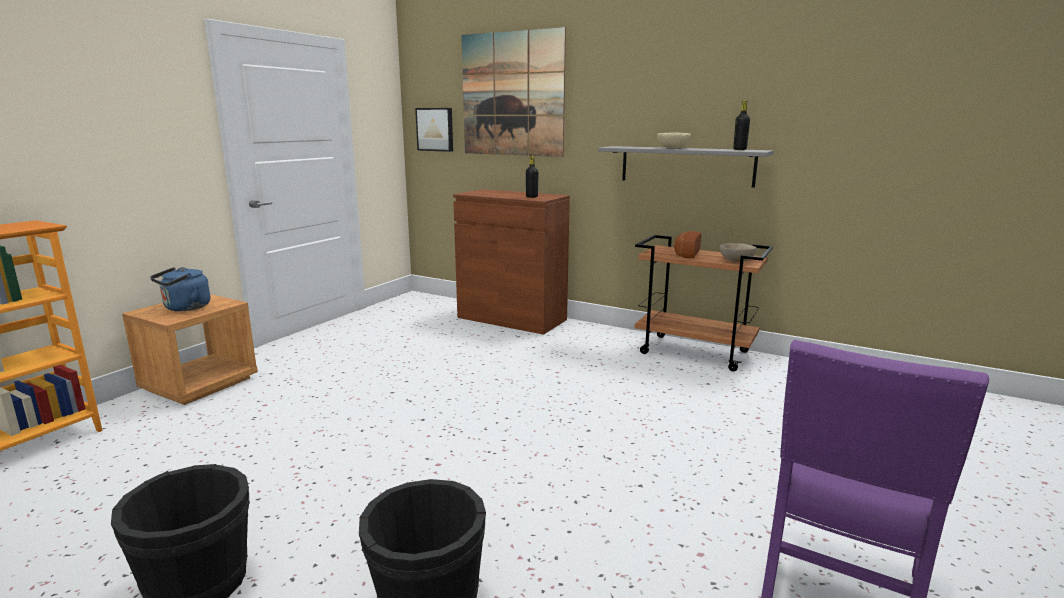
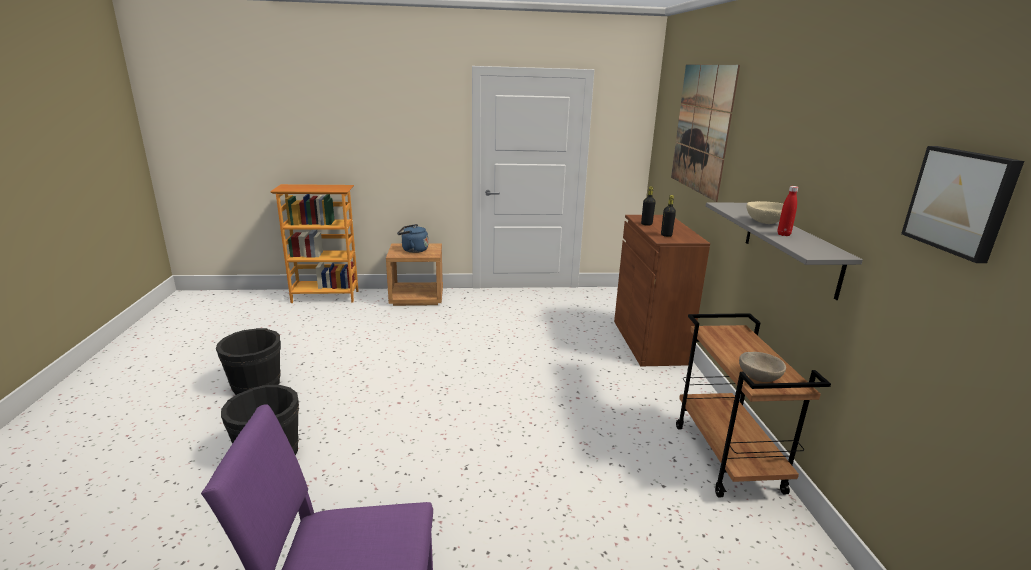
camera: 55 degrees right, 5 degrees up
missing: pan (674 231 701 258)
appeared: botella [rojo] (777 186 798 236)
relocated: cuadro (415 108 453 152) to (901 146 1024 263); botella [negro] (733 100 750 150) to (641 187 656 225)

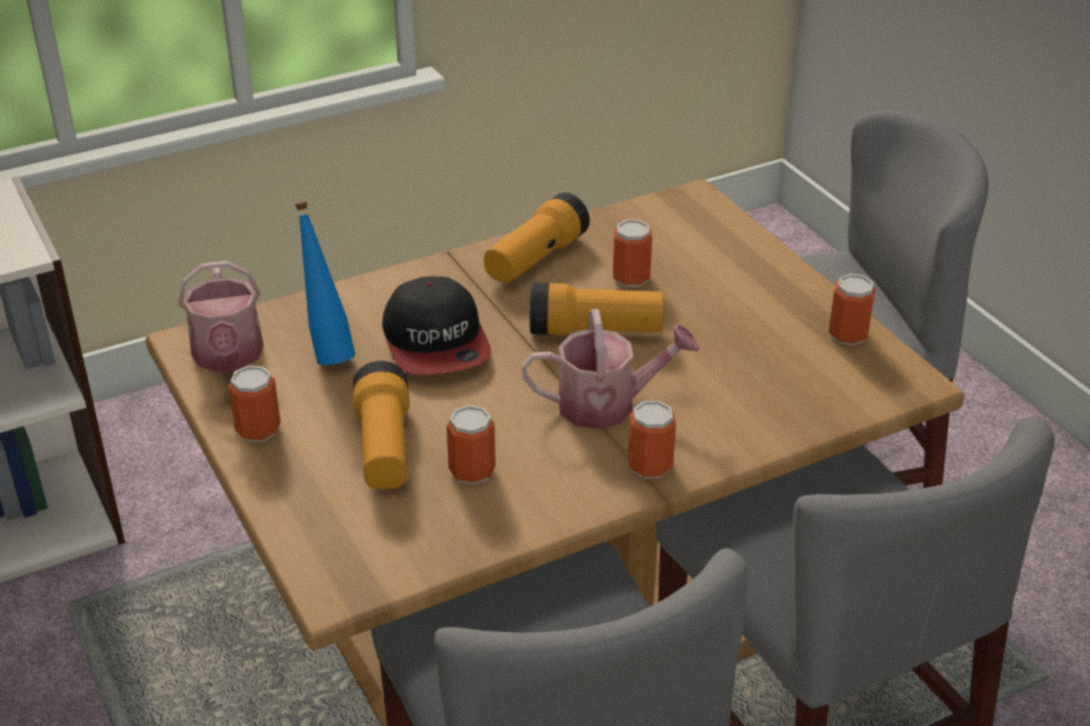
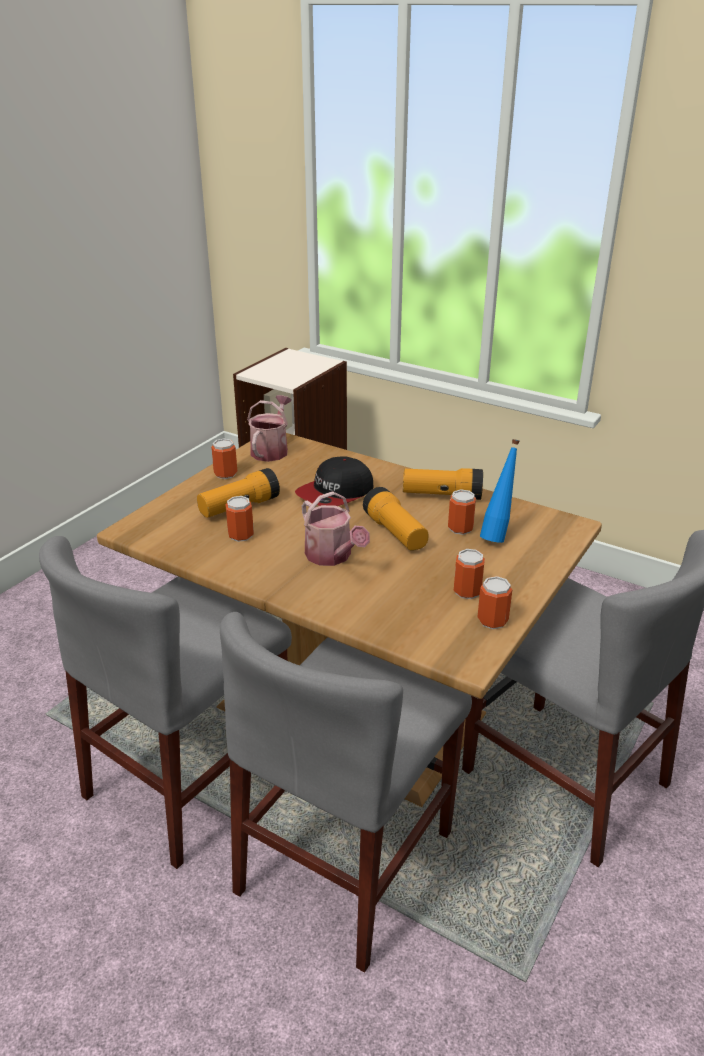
camera: 60 degrees right, 5 degrees down
relocated: botella [azul] (295 201 355 365) to (480 439 520 543); lata (628 400 676 479) to (454 549 485 599)
spun: regadera (178 260 264 372) = (247 395 292 462) 150 degrees clockwise

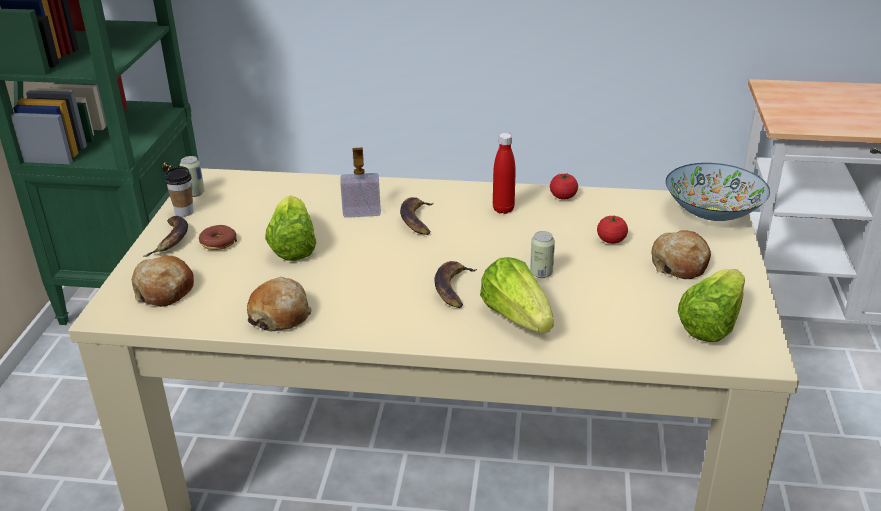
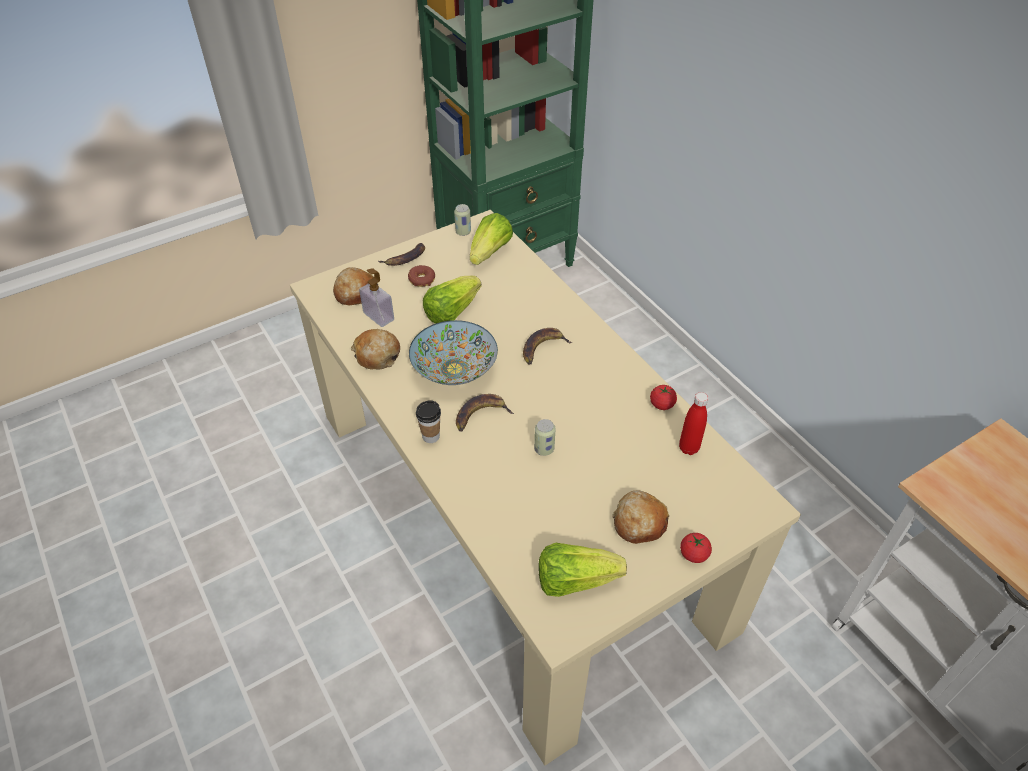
camera: 50 degrees right, 15 degrees up
relocated: taza (165 166 194 217) to (416 400 441 443); dispensador de jabón (340 147 381 218) to (359 268 394 327); lechuga (480 257 554 334) to (470 213 513 265); botella [rojo] (493 133 516 214) to (679 392 708 455); tomate (597 216 628 244) to (680 533 712 563); cuenco (666 163 770 221) to (409 320 498 385)

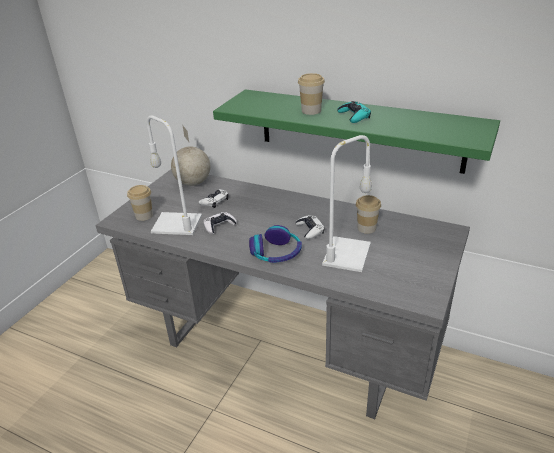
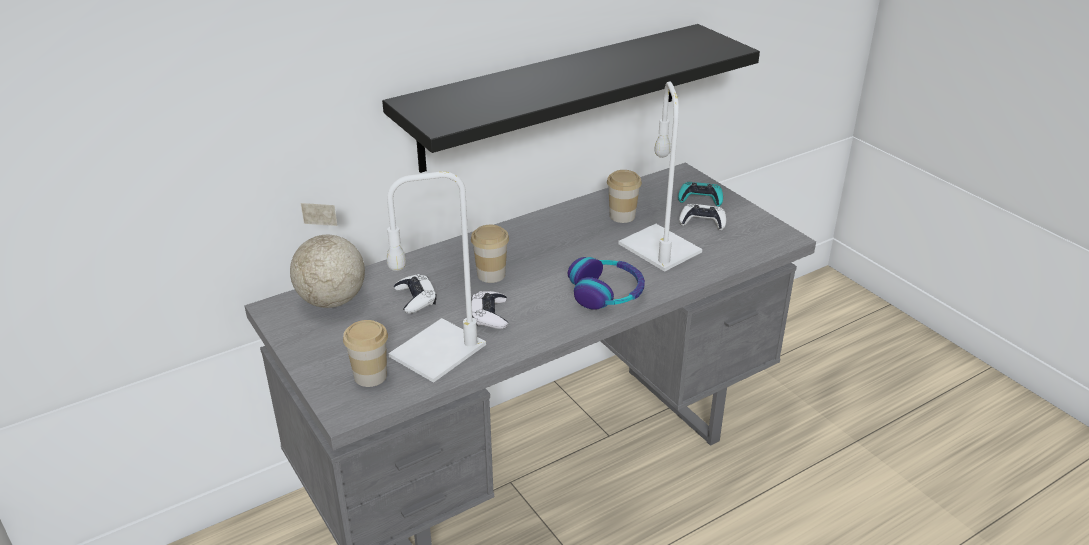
camera: 60 degrees left, 0 degrees up
relocated: mando de consola [blanco] (295 215 324 239) to (679 204 726 230); taza (298 73 325 115) to (471 225 509 283); mando de consola [turquesa] (337 101 371 123) to (678 182 723 206)
colour: estante [verde] (213 89 500 174) to estante [negro] (382 24 760 173)

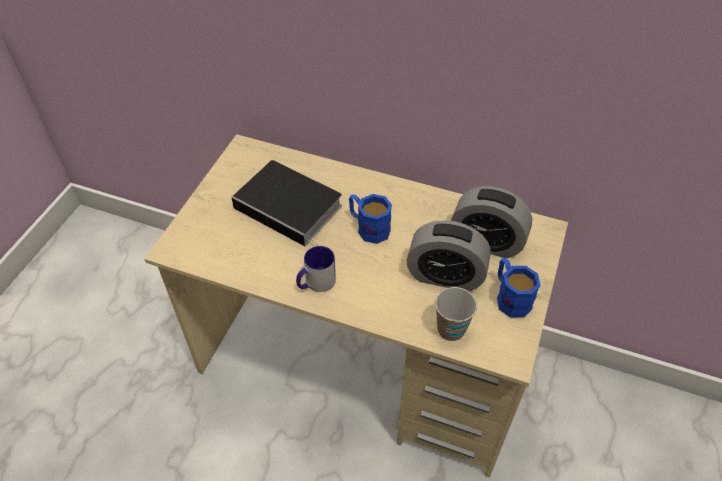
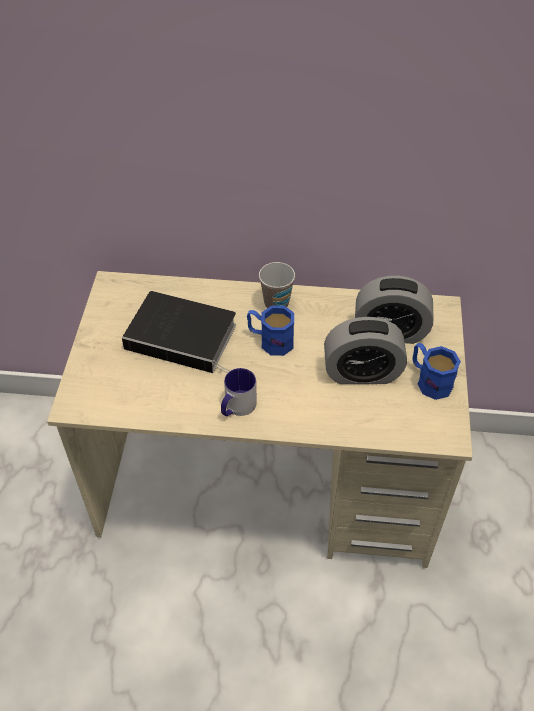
camera: 15 degrees left, 0 degrees up
relocated: taza (435 287 477 341) to (259 262 295 308)

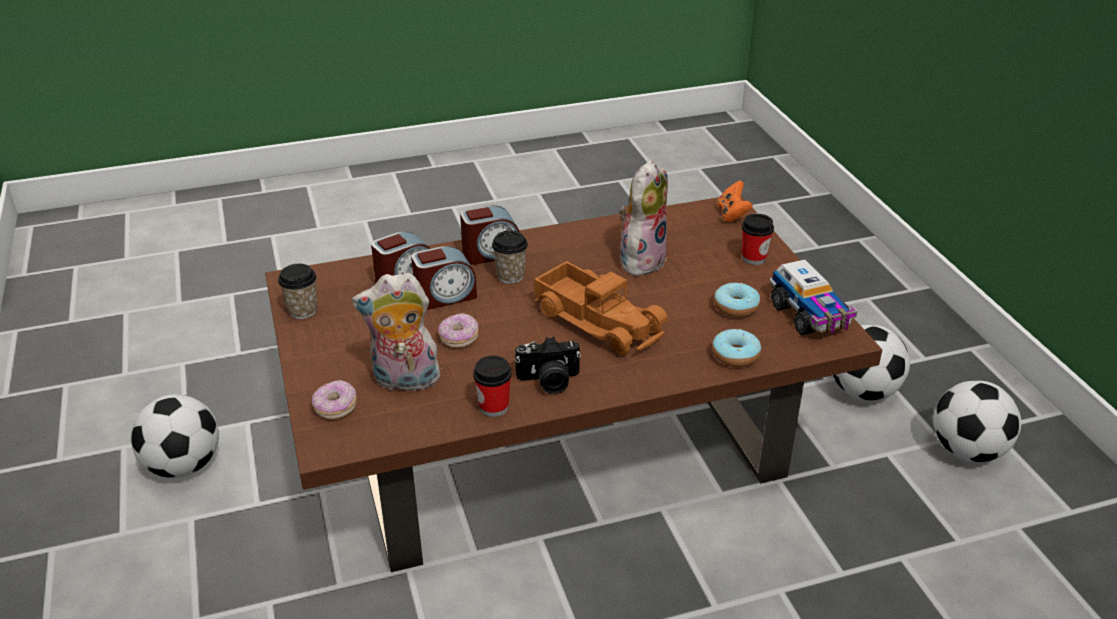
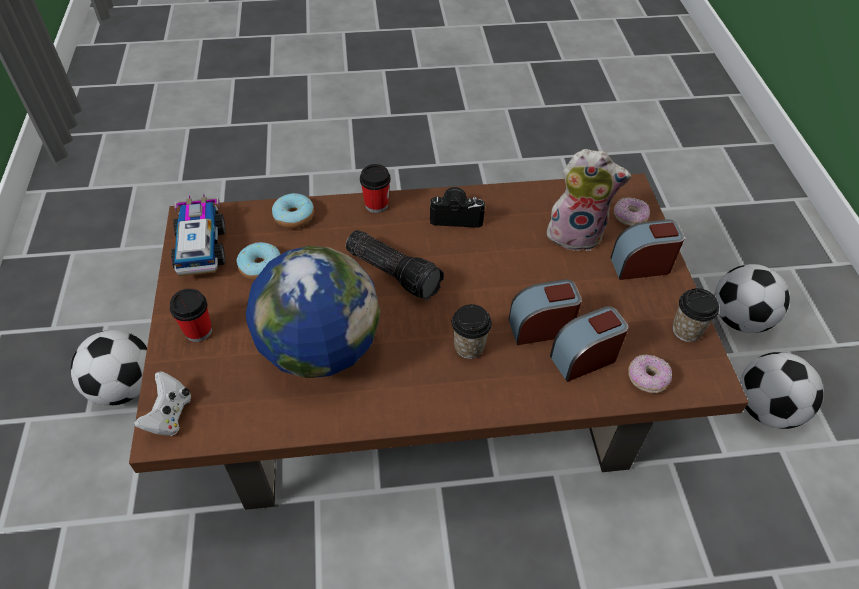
camera: 170 degrees left, 15 degrees up
relocated: rosquilla (438 313 479 348) to (628 355 672 393); despertador (460 205 520 265) to (610 219 685 280); taza (473 356 512 417) to (360 164 391 213); balón de fútbol (933 381 1021 462) to (714 264 790 333)
exchanged: camión de juguete (534 261 668 355) to linterna (346 230 444 300); peluche (619 160 668 276) to globo terráqueo (246 246 380 378)
colour: mando de consola [naranja] (717 181 753 222) to mando de consola [blanco] (134 371 191 436)

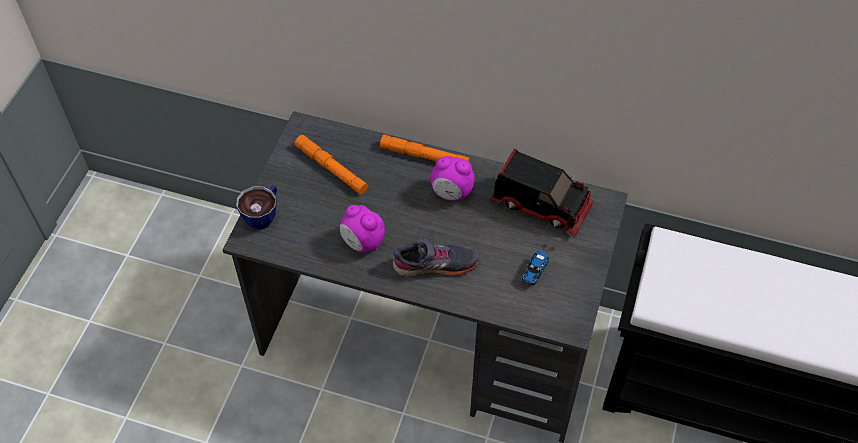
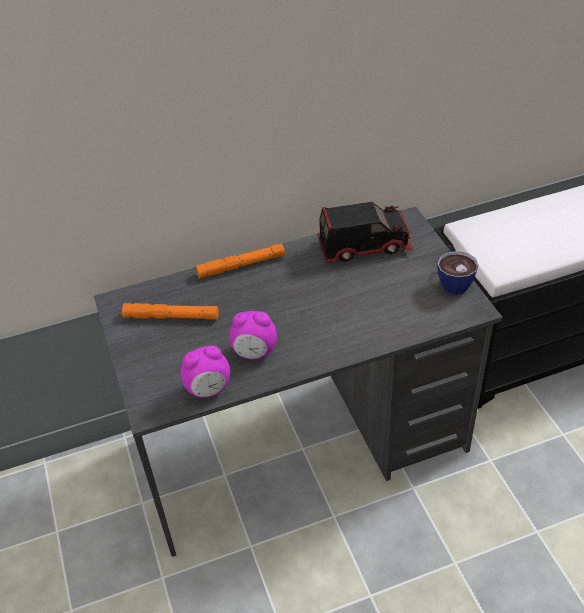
camera: 35 degrees left, 10 degrees down
missing: zapato [gris] (393 238 480 277); coche de juguete (522 243 555 286)
relocated: taza (236 185 277 229) to (437 250 478 295); despertador (430 156 475 201) to (180 345 230 398)

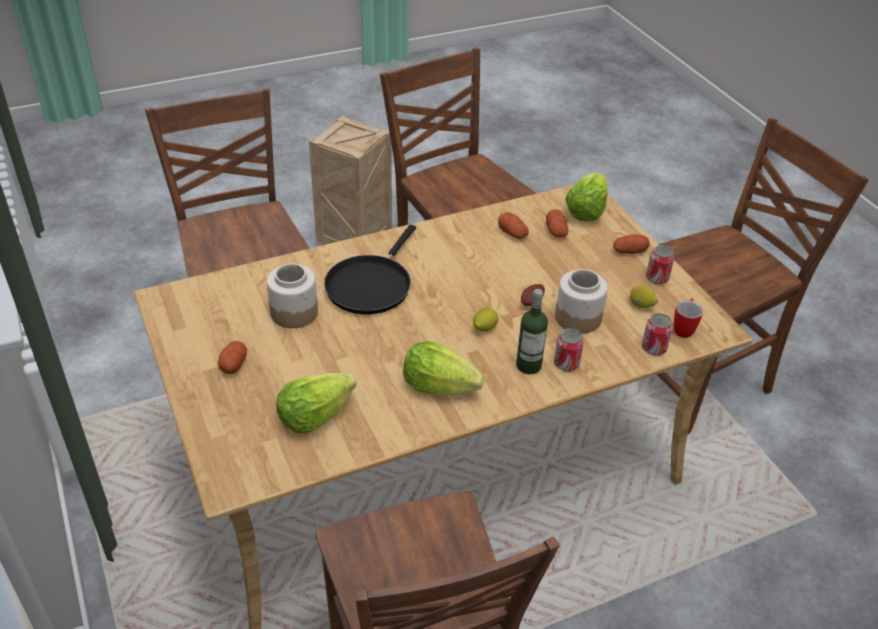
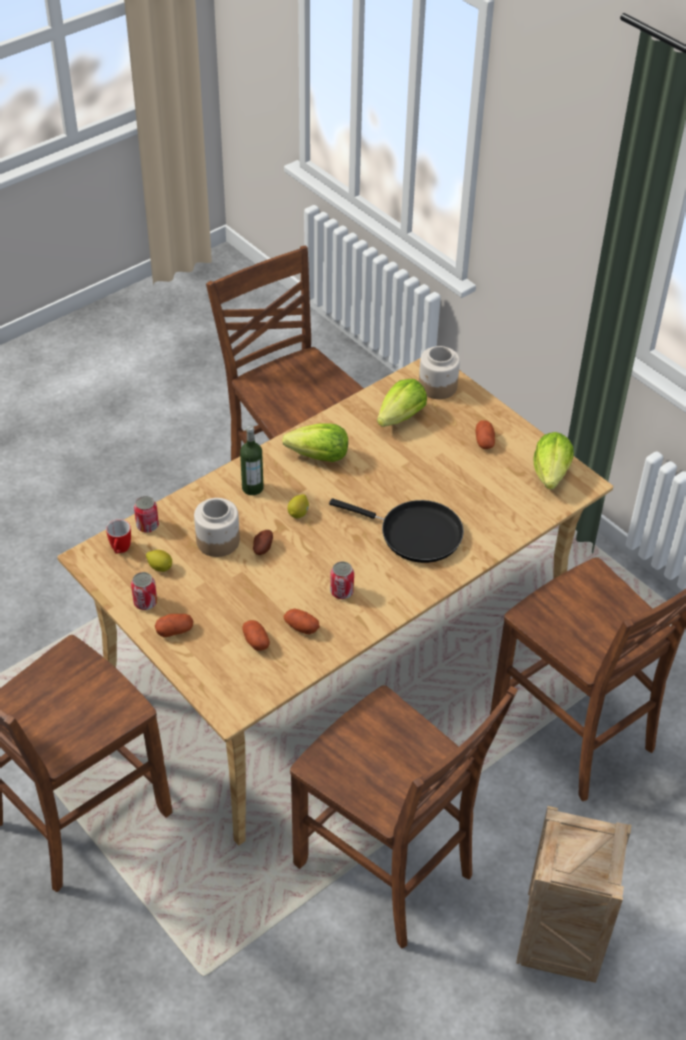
camera: 165 degrees right, 5 degrees up
relocated: tarro (267 264 318 328) to (419 346 460 399); lata (554 328 584 372) to (330 561 354 599); lechuga (565 173 607 221) to (534 432 574 490)
spun: sartén [negro] (324 225 416 315) = (329 498 464 563) 105 degrees clockwise

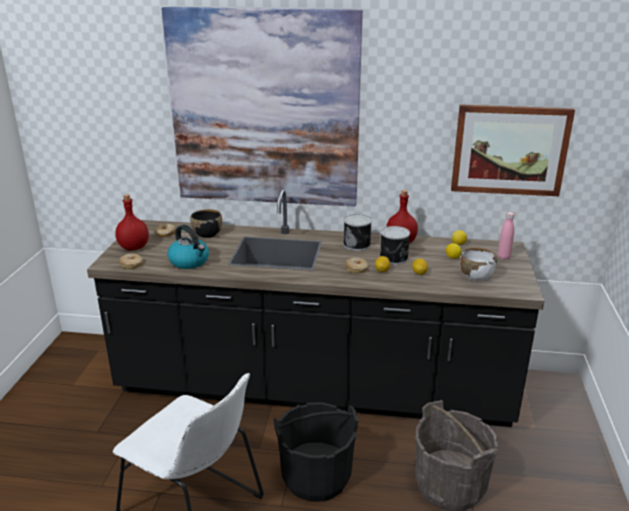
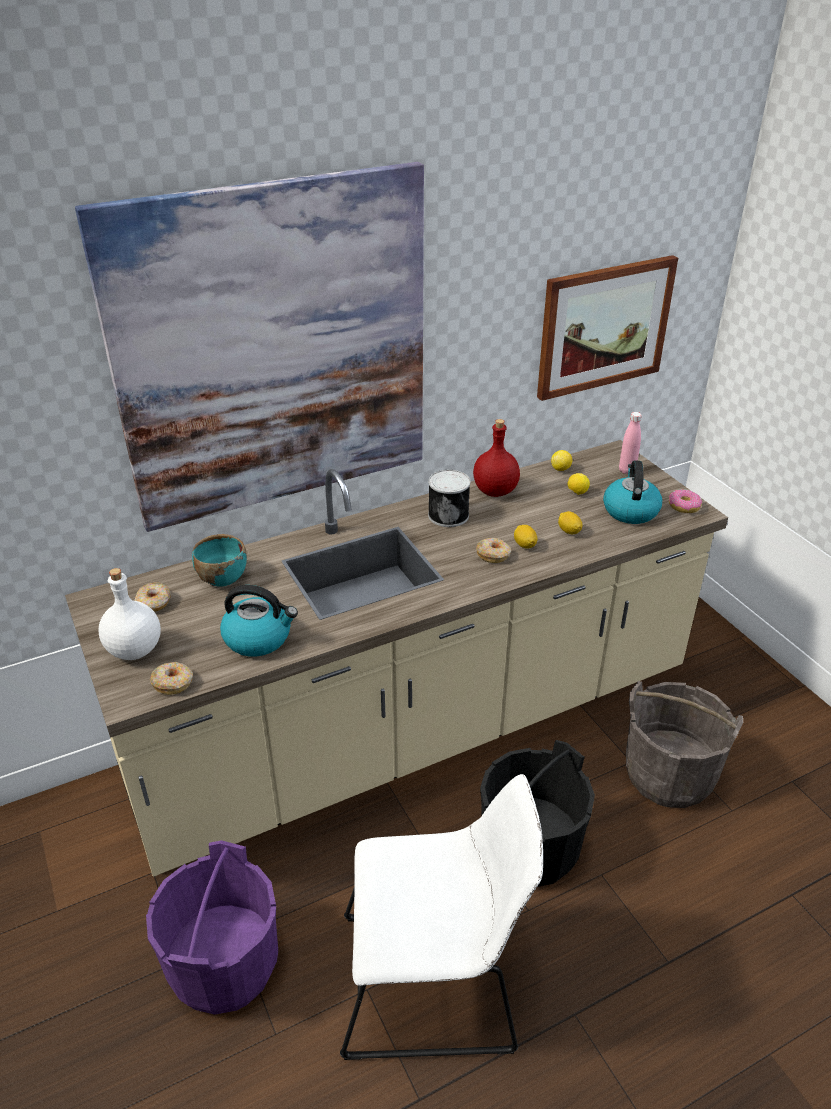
camera: 35 degrees left, 10 degrees up
missing: lata (380 226 410 265)
appeared: cubo [morado] (146 840 278 1015); rosquilla (669 490 702 513)
exchanged: cuenco [blanco] (460 247 497 281) to hervidor (603 460 662 524)
colour: mueble bajo de cocina [negro] (87 189 544 427) to mueble bajo de cocina [beis] (65 440 728 877); botella [rojo] (115 195 149 250) to botella [blanco] (98 568 161 660); cuenco [negro] (190 209 222 238) to cuenco [turquesa] (192 534 247 587)

